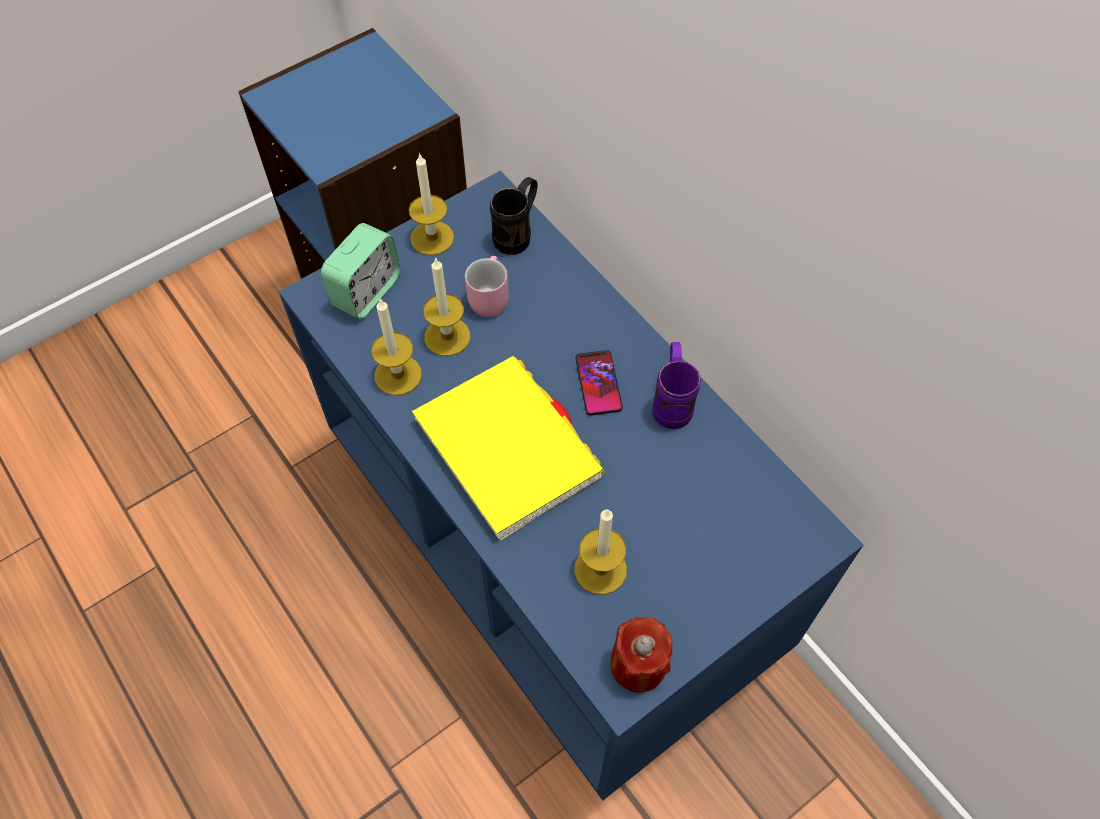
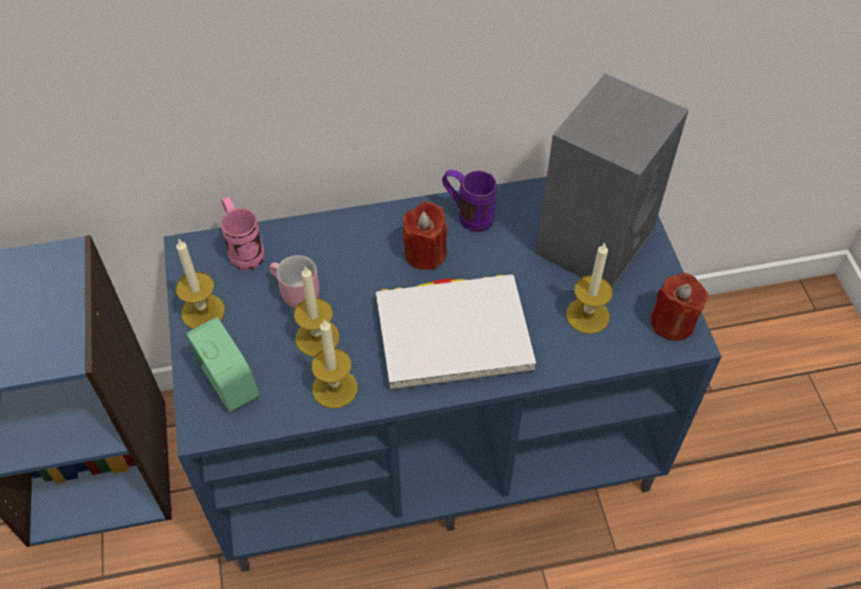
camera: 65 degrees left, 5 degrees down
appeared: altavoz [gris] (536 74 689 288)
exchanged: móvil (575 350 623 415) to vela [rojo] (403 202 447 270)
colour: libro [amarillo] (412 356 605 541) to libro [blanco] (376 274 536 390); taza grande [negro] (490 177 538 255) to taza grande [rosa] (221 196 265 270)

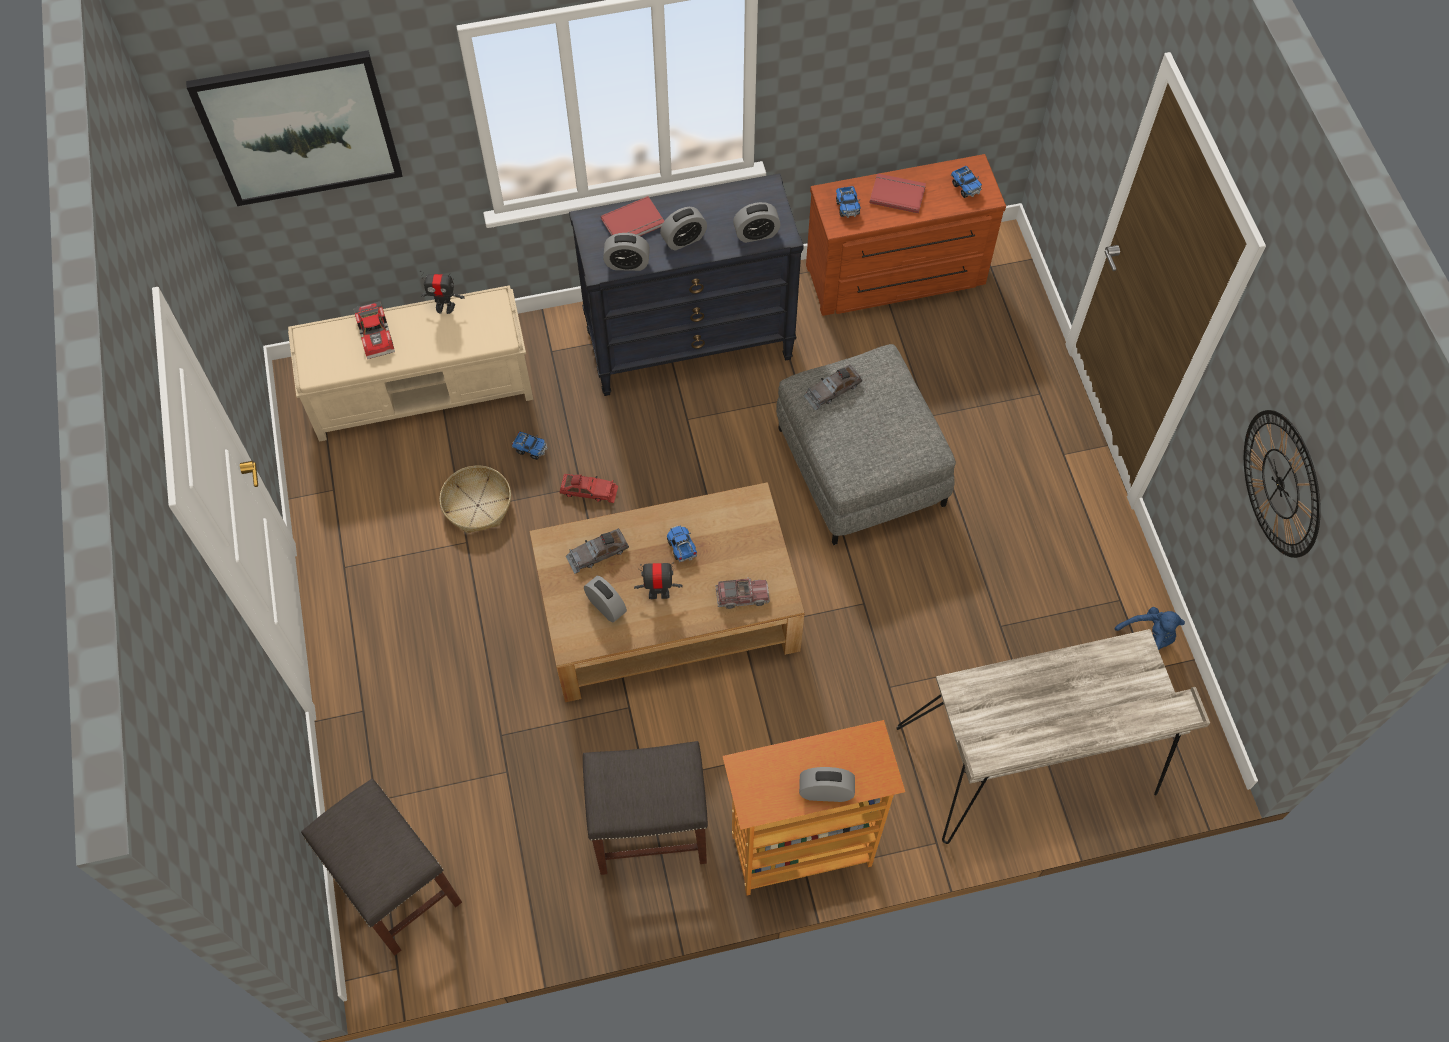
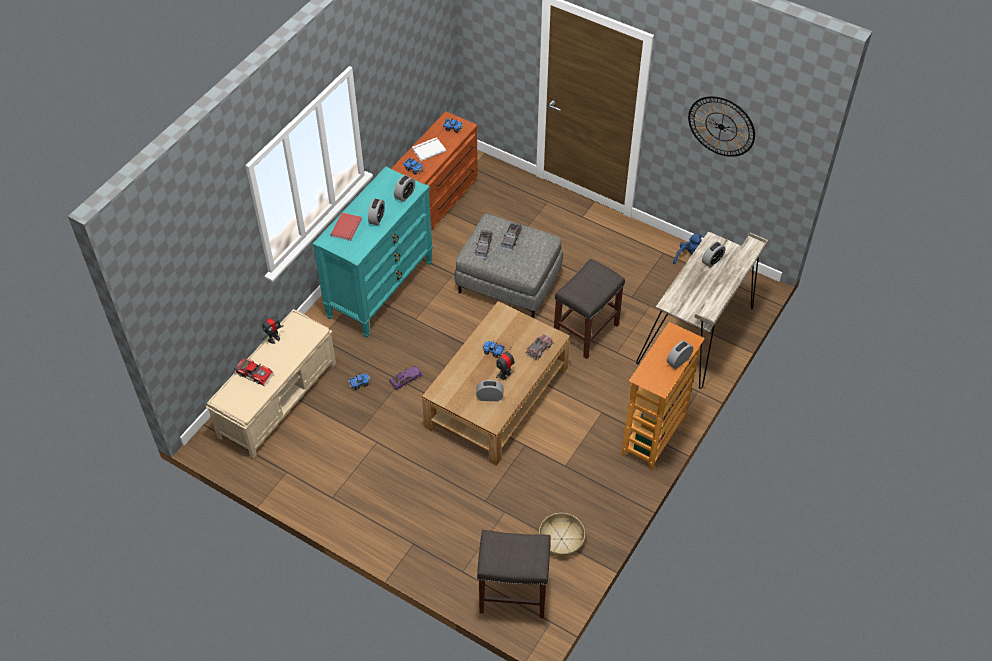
camera: 45 degrees left, 10 degrees down
missing: cuadro (186 50 403 206)
relocated: cesta (439 466 511 533) to (539 513 585 556); coche de juguete [gris] (566 528 629 574) to (501 222 522 251); taburete [gris] (583 741 708 875) to (554 259 625 359); despertador (603 233 650 271) to (702 242 726 268)
colour: coche de juguete [rojo] (560 473 618 503) to coche de juguete [morado] (389 365 423 389); cómoda [negro] (569 173 804 396) to cómoda [turquesa] (313 166 433 338); libro [rojo] (870 173 926 213) to libro [blanco] (412 137 446 161)

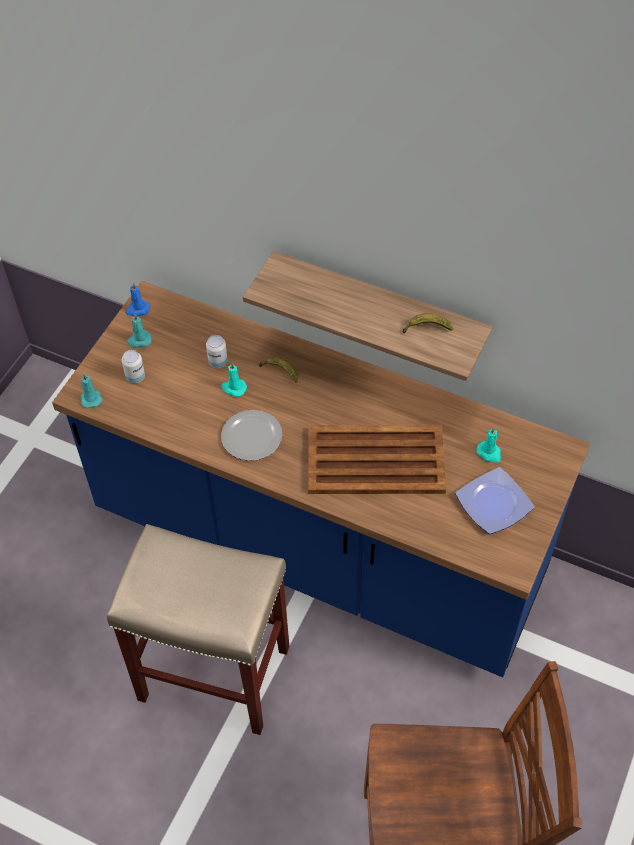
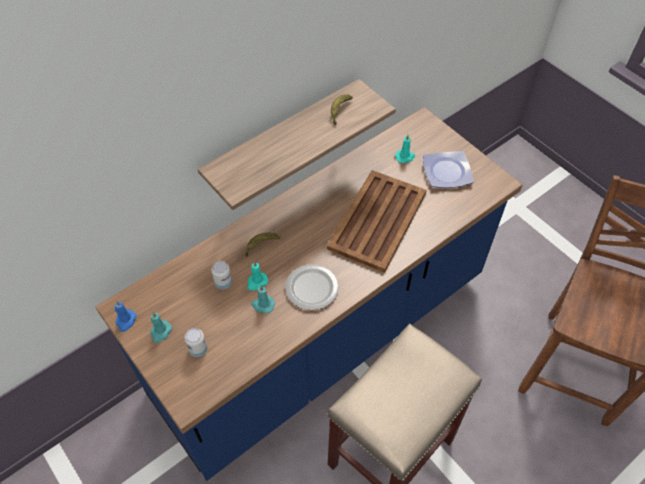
camera: 65 degrees left, 0 degrees up
relocated: vela [turquesa] (80 374 103 408) to (251 285 275 314)

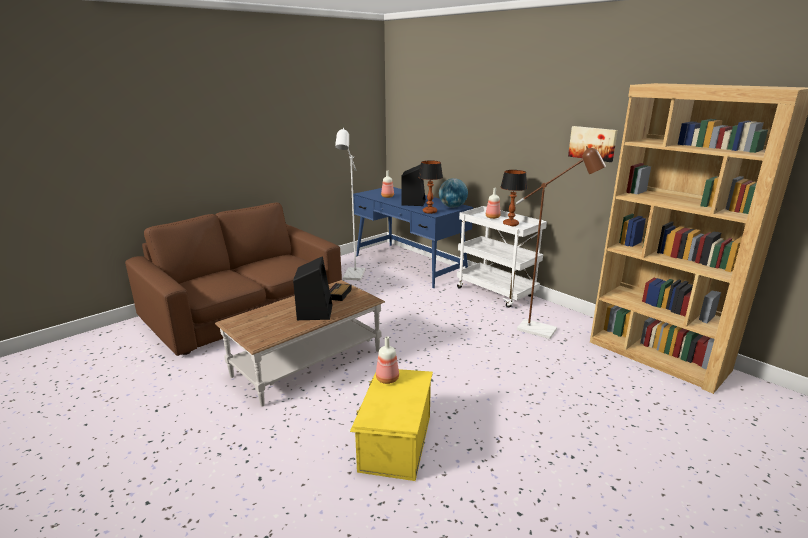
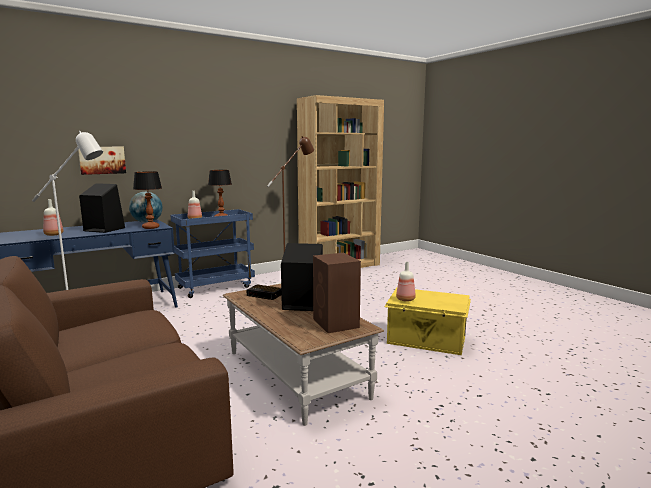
camera: 80 degrees left, 10 degrees down
appeared: altavoz [marrón] (313 253 361 333)
relocated: cuadro (568 126 618 162) to (78 147 126 175)
colour: carrito [blanco] (457 206 547 308) to carrito [azul] (170 209 255 298)

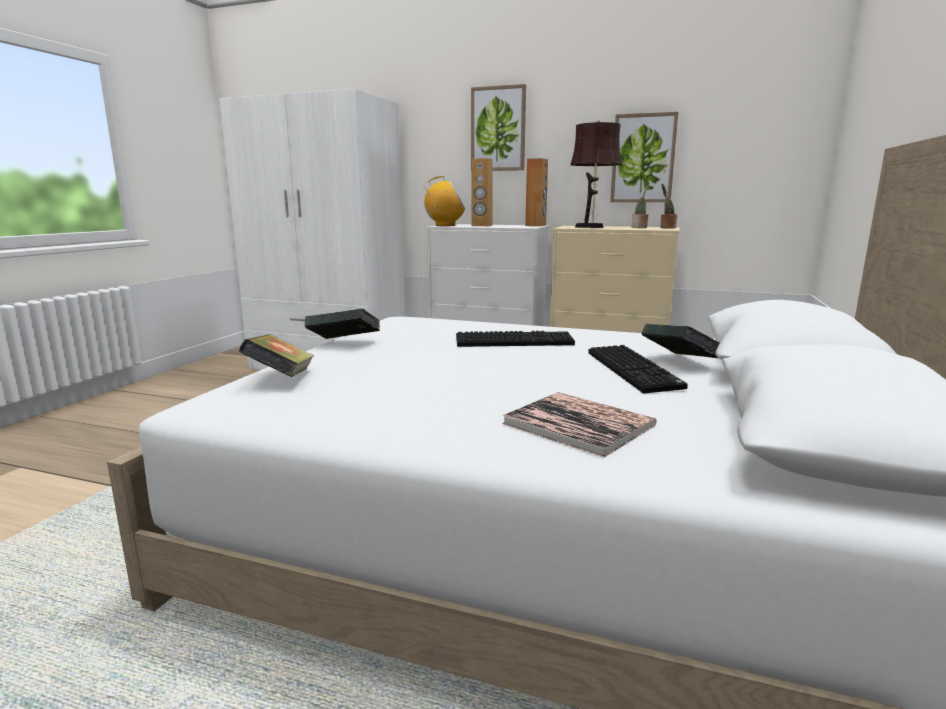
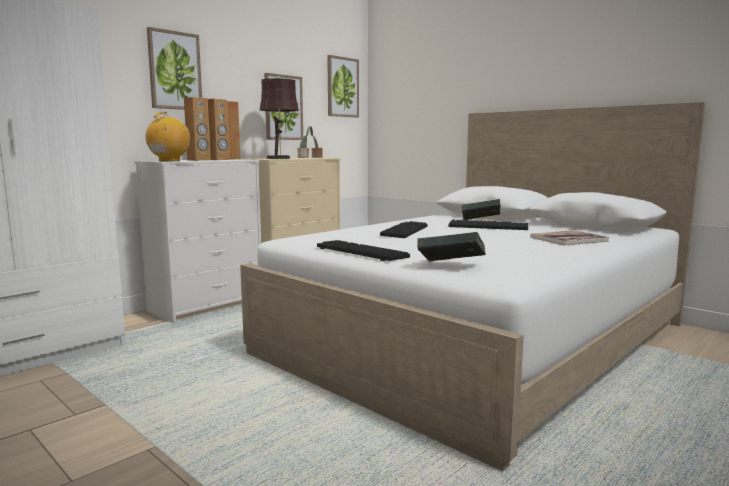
camera: 65 degrees left, 5 degrees down
appeared: altavoz [marrón] (208 99 230 160); cuadro (327 55 359 118)
exchanged: libro (305 309 380 339) to teclado (317 240 410 261)

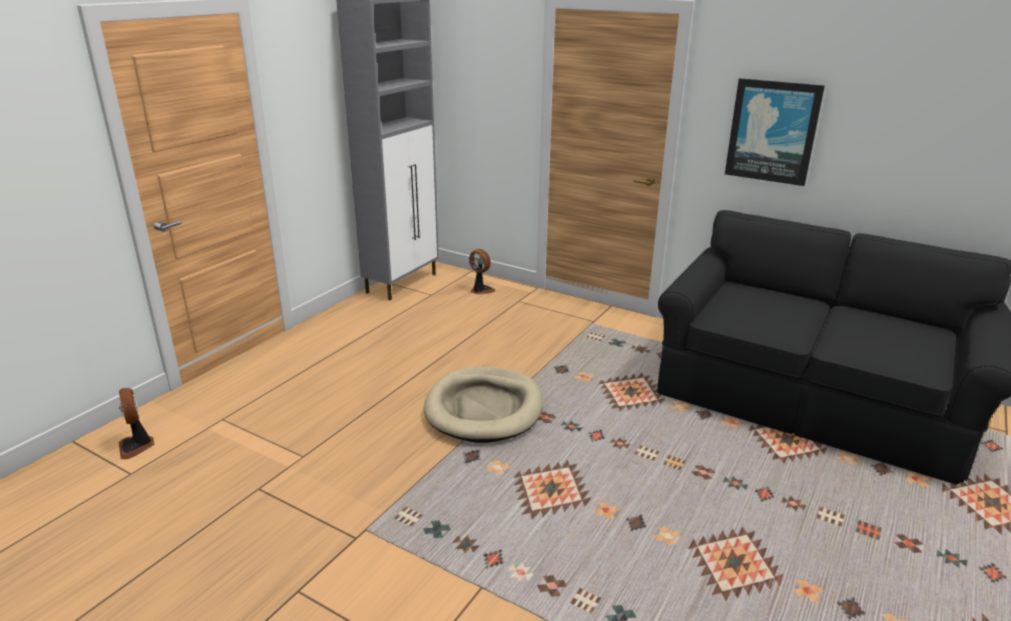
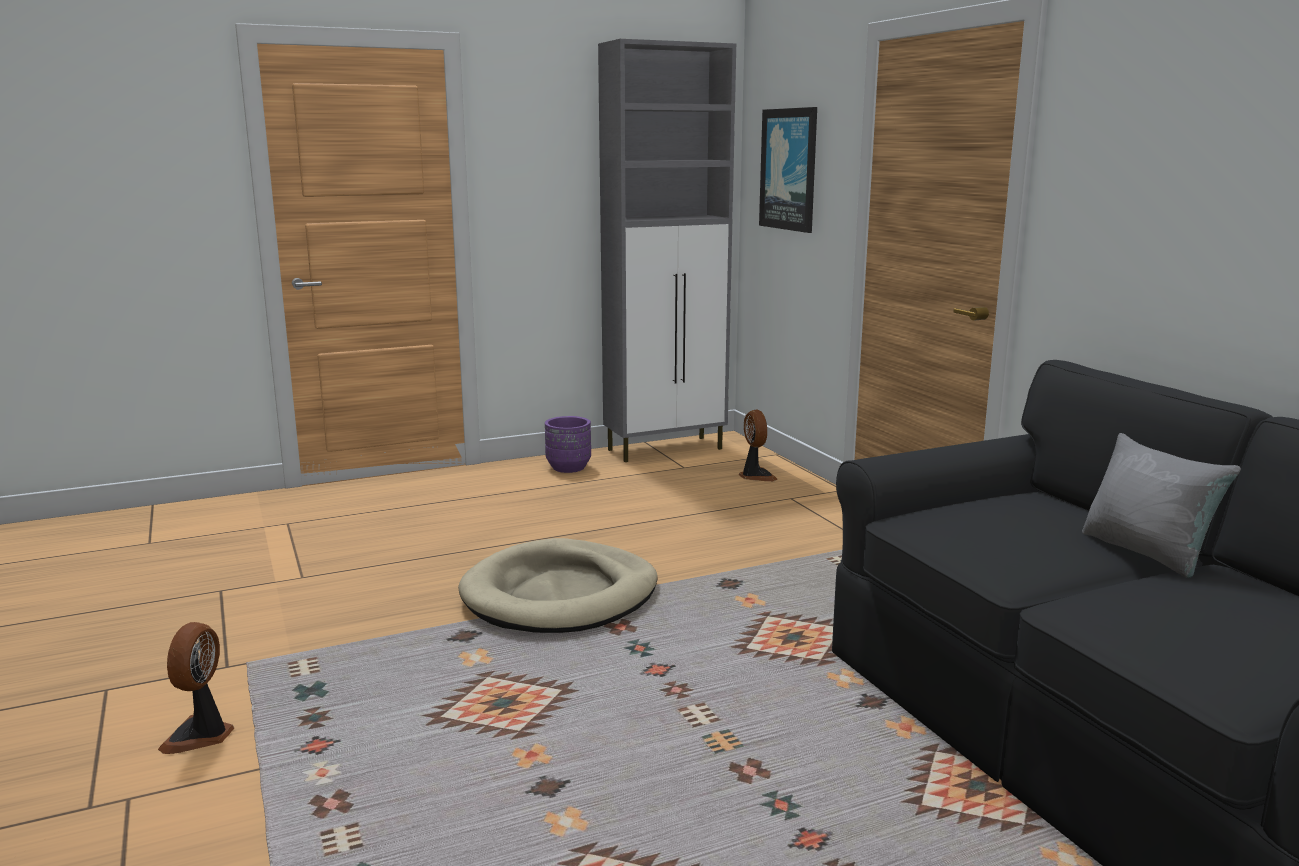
camera: 35 degrees right, 10 degrees down
appeared: maceta [morado] (545 416 591 473); cojín [gris] (1082 433 1241 578)
relocated: ventilador (119 388 154 459) to (158 622 234 754); cuadro (725 78 825 186) to (759 107 817 233)

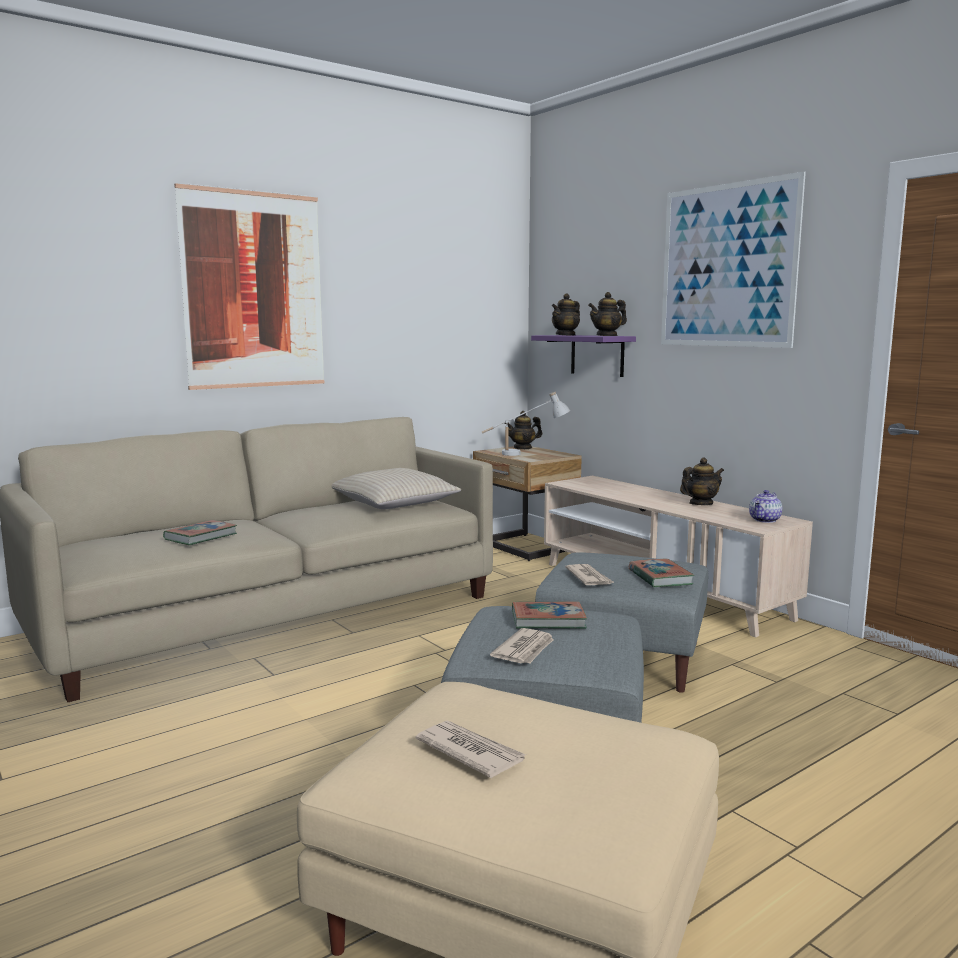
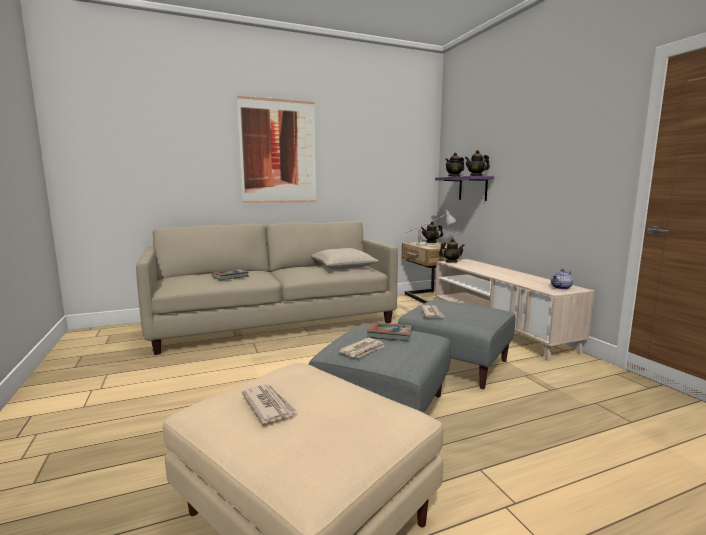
camera: 15 degrees right, 0 degrees up
missing: libro (629 559 694 587); cuadro (661 171 806 348)
relocated: tetera (680 458 724 505) to (439 238 465 263)

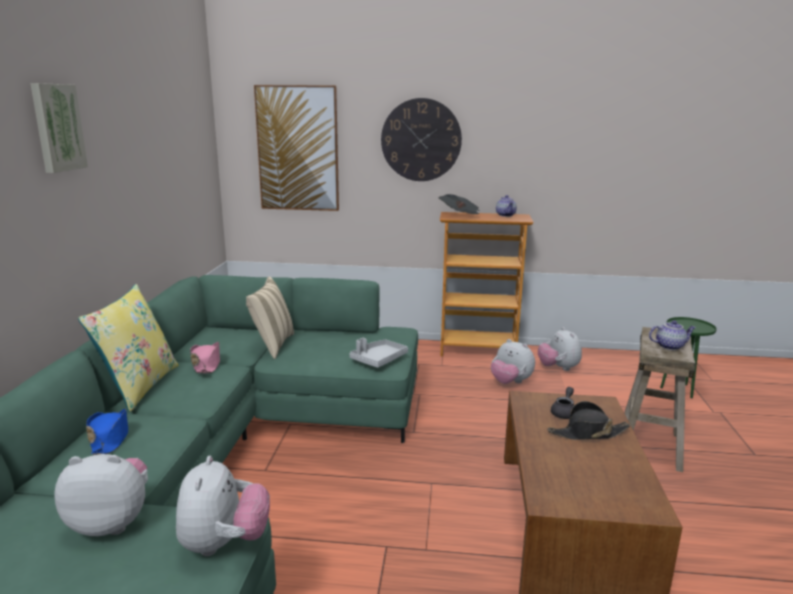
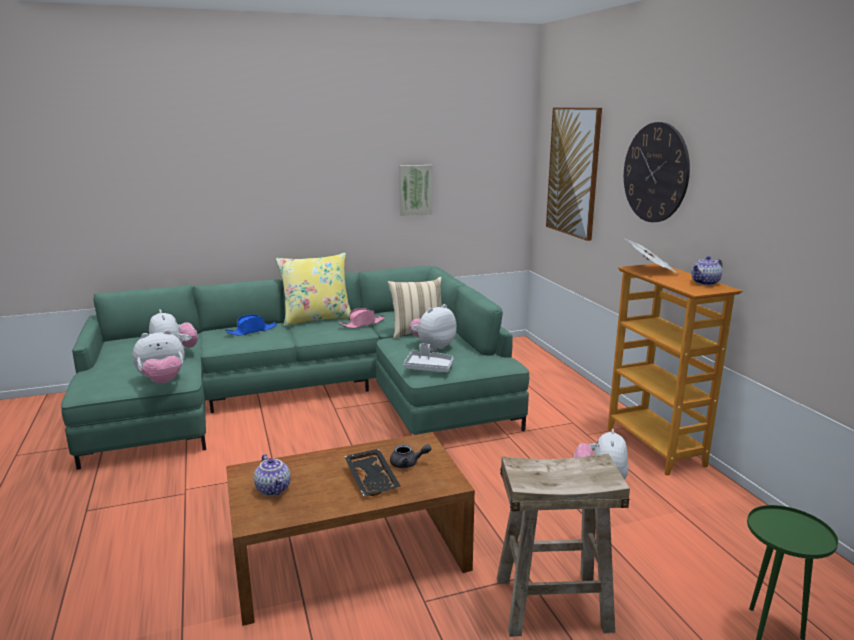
camera: 65 degrees right, 0 degrees up
relocated: cuadro (30 83 88 173) to (399 165 432 216); peluche (538 327 582 371) to (409 304 457 352); tetera (649 320 696 350) to (254 454 291 496)
exchanged: sombrero [negro] (547 401 630 440) to bandeja [negro] (344 449 400 496)

